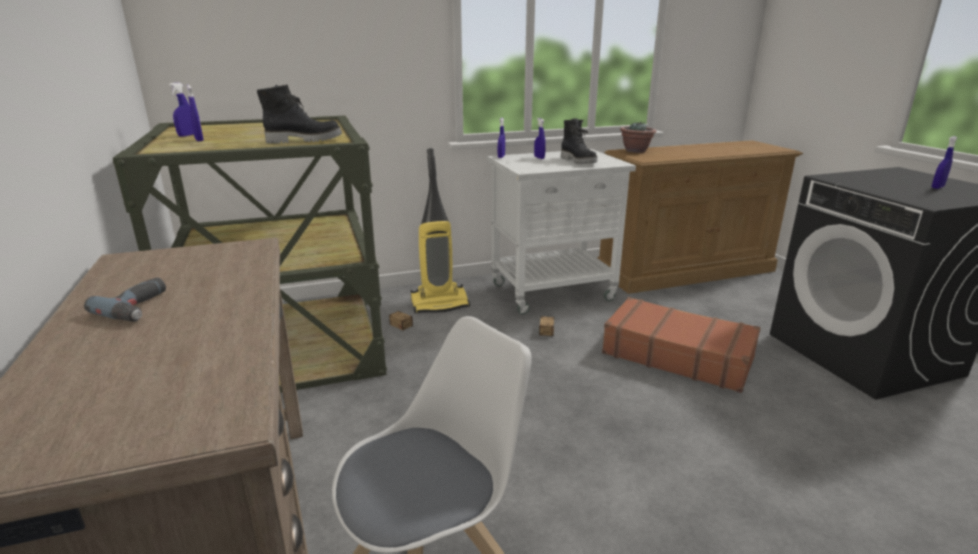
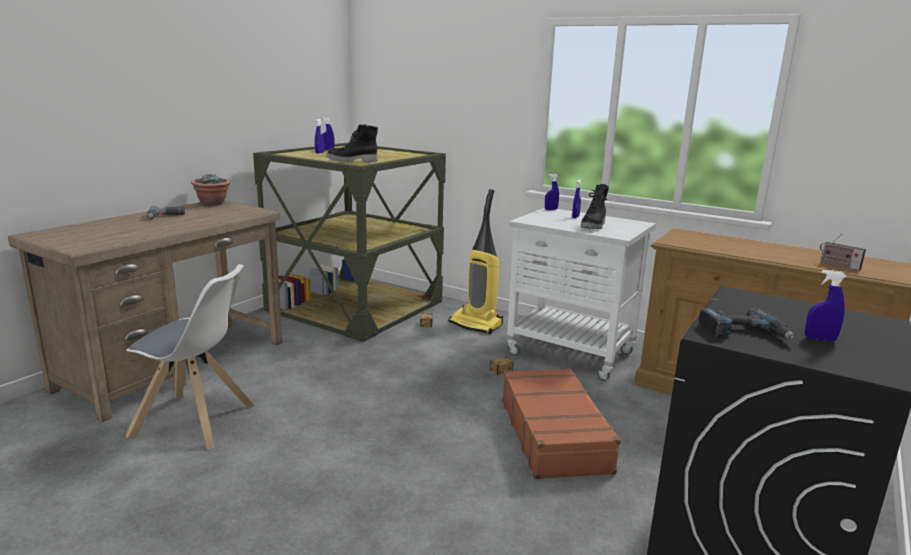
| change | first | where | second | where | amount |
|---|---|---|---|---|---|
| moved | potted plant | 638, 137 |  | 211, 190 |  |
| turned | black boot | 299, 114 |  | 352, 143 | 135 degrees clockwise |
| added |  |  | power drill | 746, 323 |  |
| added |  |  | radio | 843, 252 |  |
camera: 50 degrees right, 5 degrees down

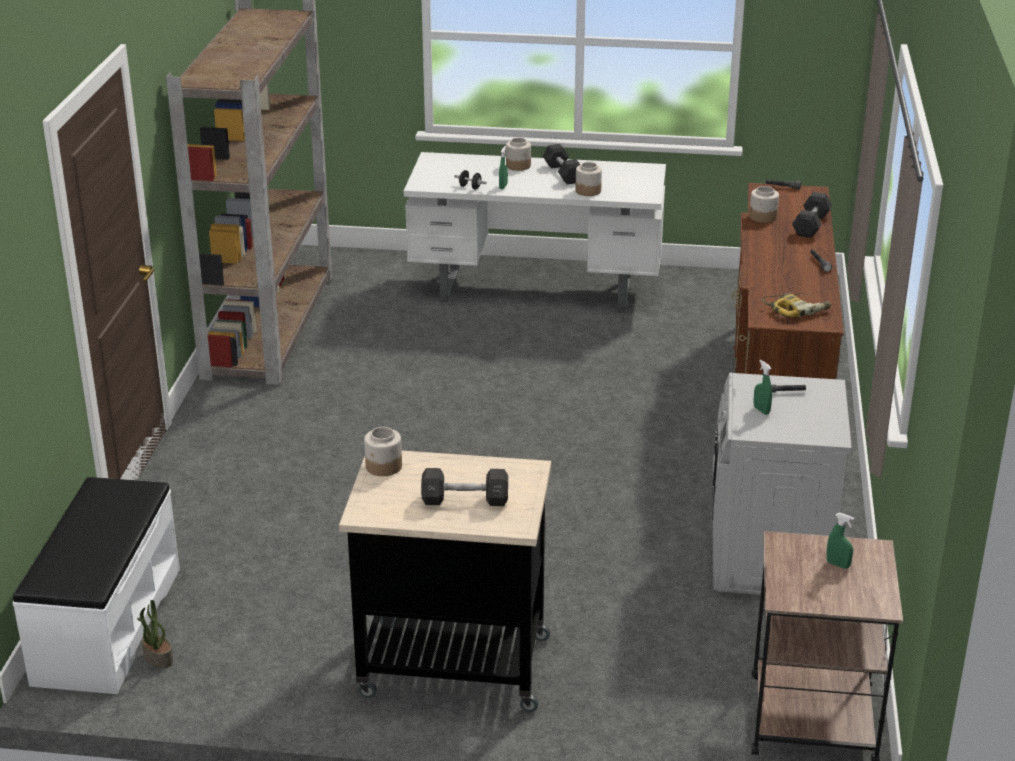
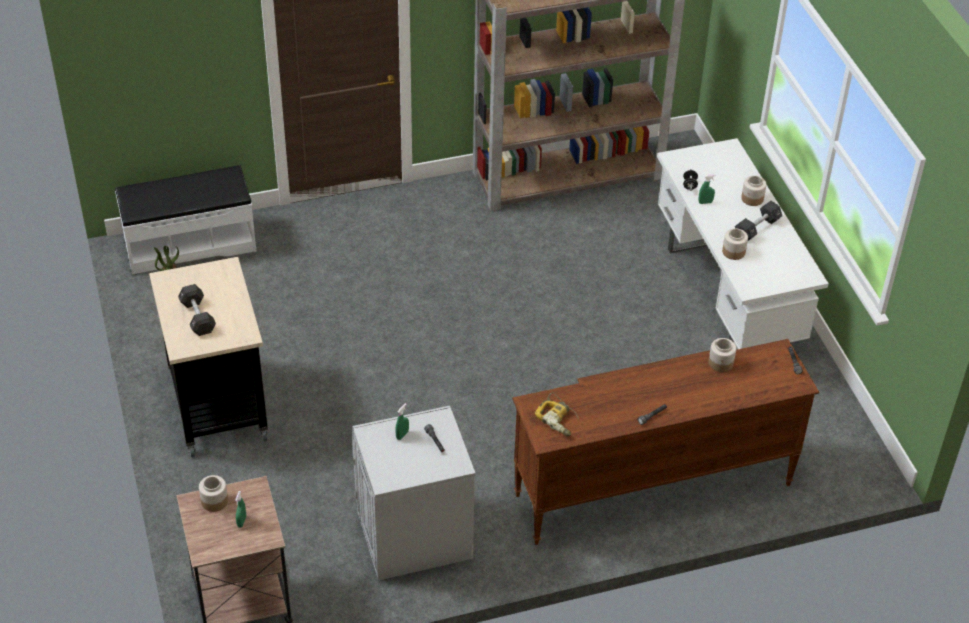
| change | first | where | second | where | amount |
|---|---|---|---|---|---|
| moved | jar | 383, 451 |  | 213, 493 |  |
| removed | black dumbbell | 812, 215 |  |  |  |
camera: 65 degrees right, 15 degrees up

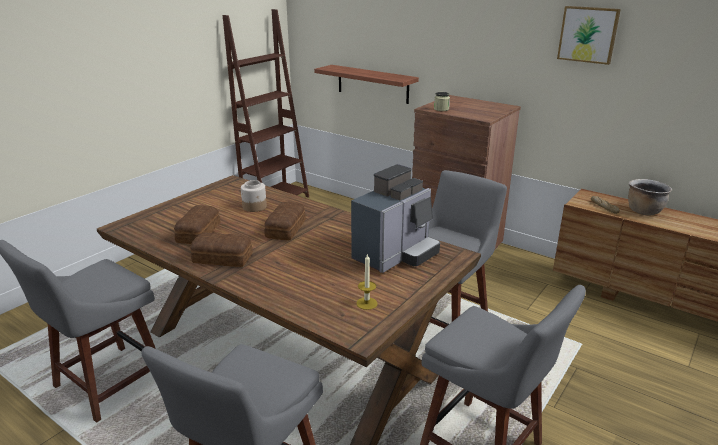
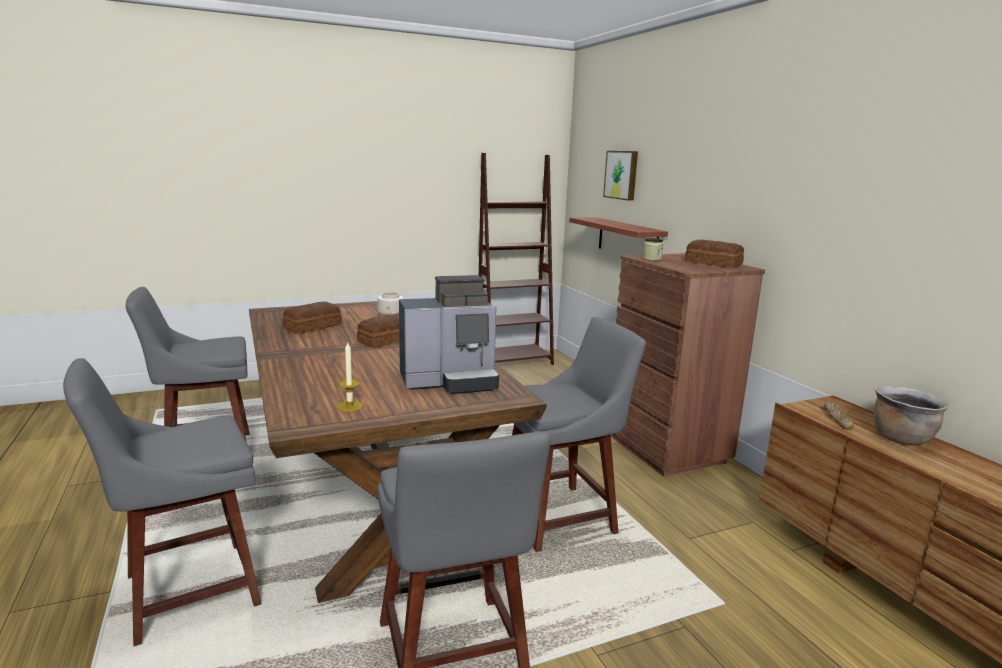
| change | first | where | second | where | amount |
|---|---|---|---|---|---|
| moved | picture | 589, 35 |  | 620, 176 |  |
| moved | bread | 221, 250 |  | 714, 254 |  |
camera: 30 degrees right, 10 degrees down

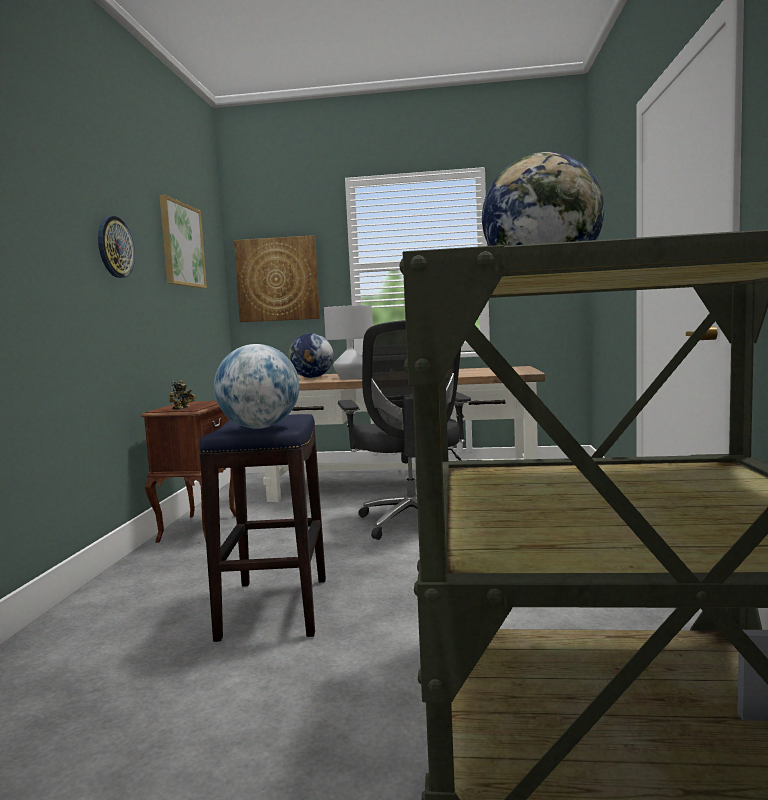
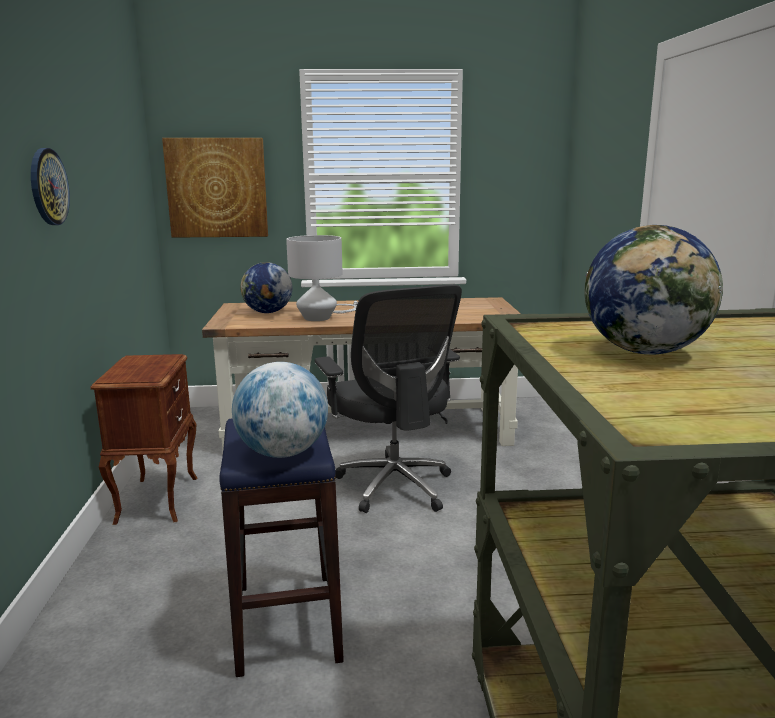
| change | first | where | second | where | amount |
|---|---|---|---|---|---|
| removed | picture | 183, 241 |  |  |  |
| removed | toy robot | 182, 395 |  |  |  |
camera: 10 degrees left, 10 degrees up

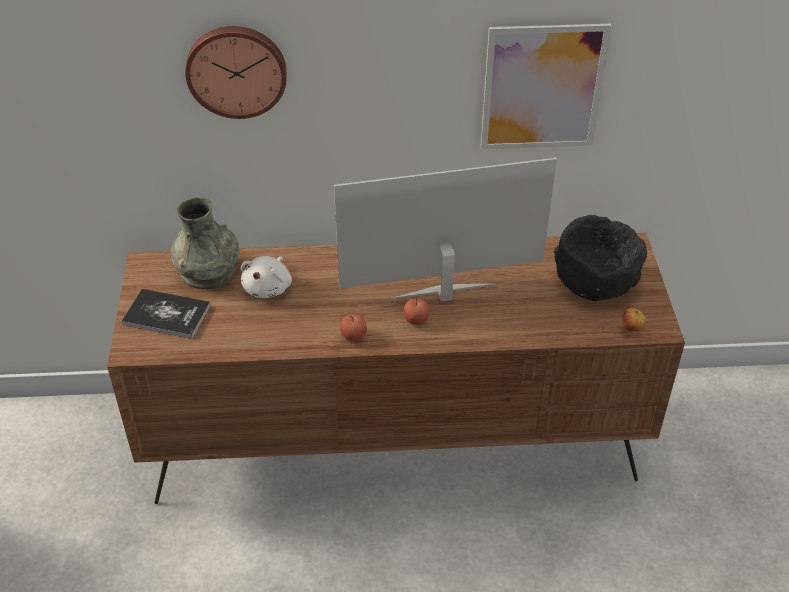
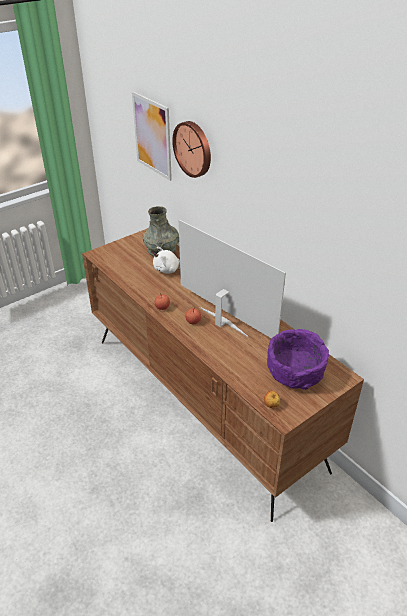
| change | first | where | second | where | amount |
|---|---|---|---|---|---|
| moved | picture | 546, 86 |  | 152, 136 |  |
| recoloured | black bowl | 600, 258 | purple bowl | 298, 359 |  |
| removed | book | 166, 314 |  |  |  |
camera: 55 degrees right, 5 degrees down

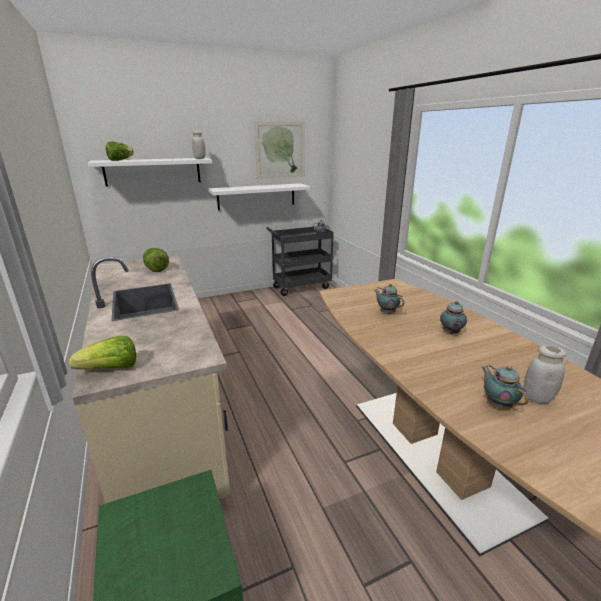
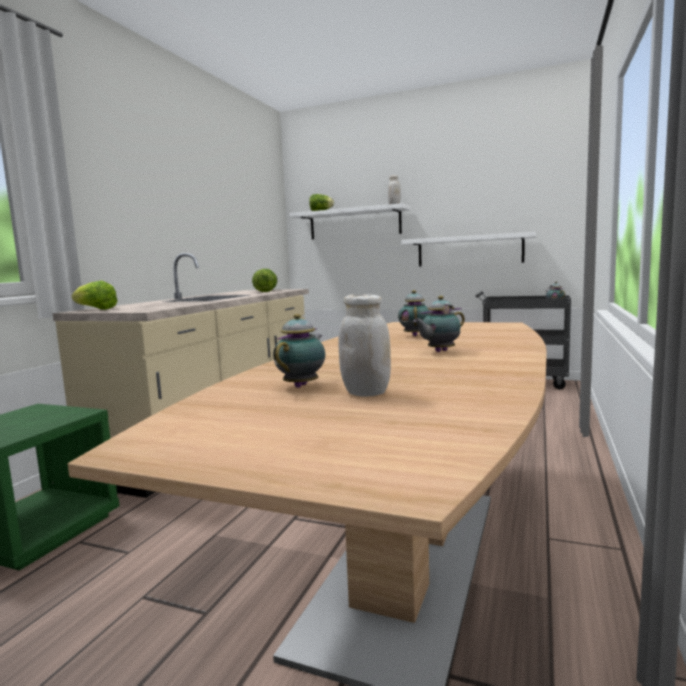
| change | first | where | second | where | amount |
|---|---|---|---|---|---|
| removed | picture | 279, 150 |  |  |  |
camera: 45 degrees right, 15 degrees down

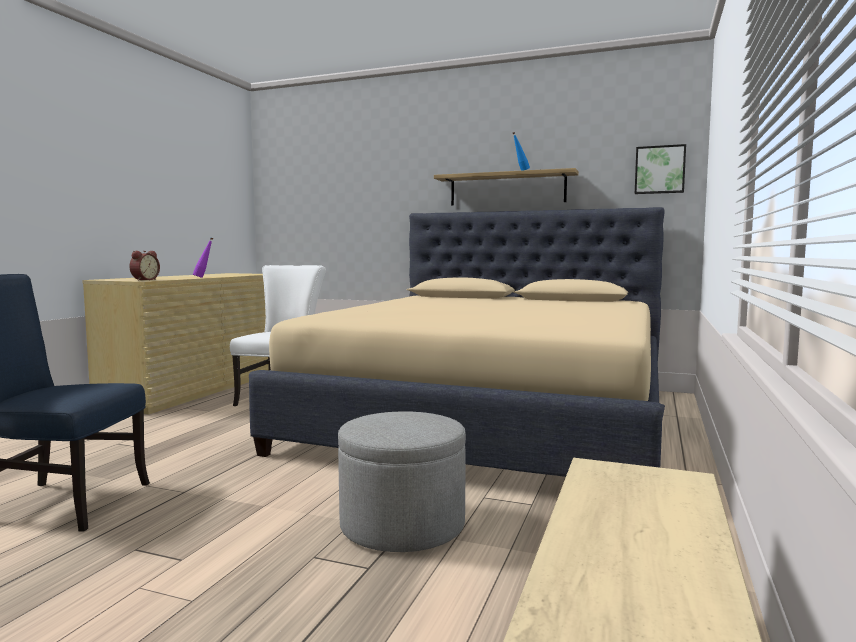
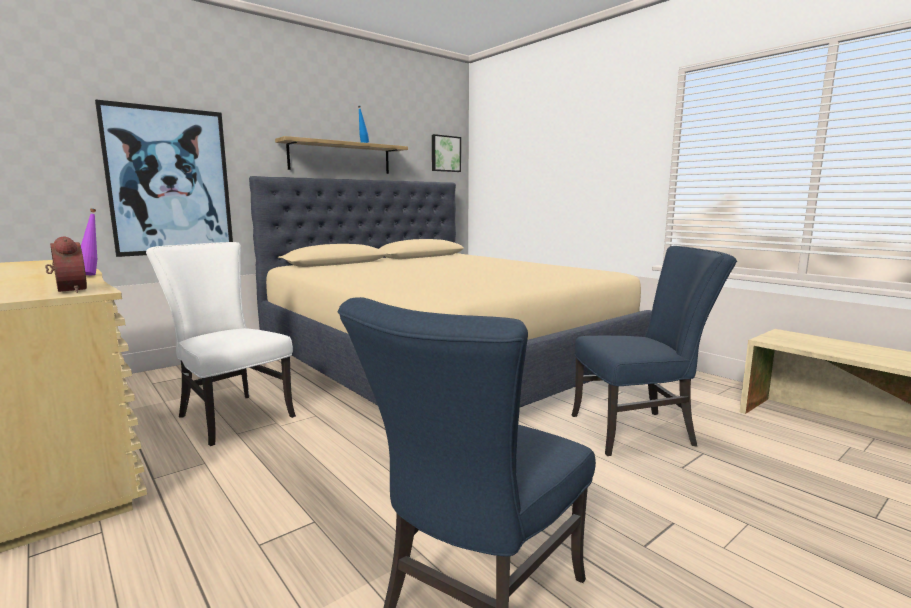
| change | first | where | second | where | amount |
|---|---|---|---|---|---|
| added |  |  | picture | 164, 178 |  |
| replaced | grey ottoman | 402, 481 | blue chair | 654, 351 |  |
camera: 60 degrees left, 5 degrees up

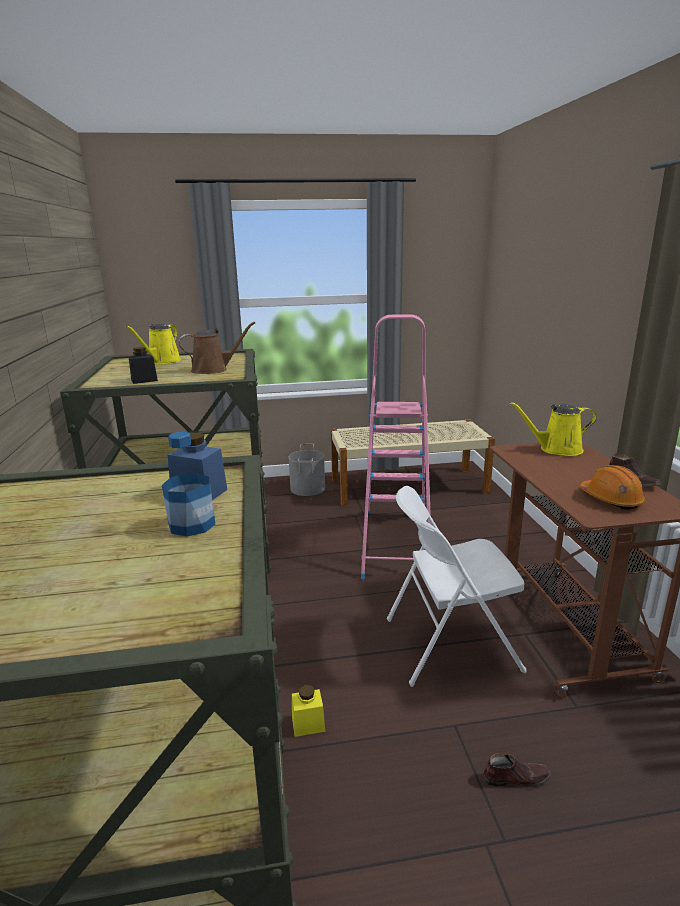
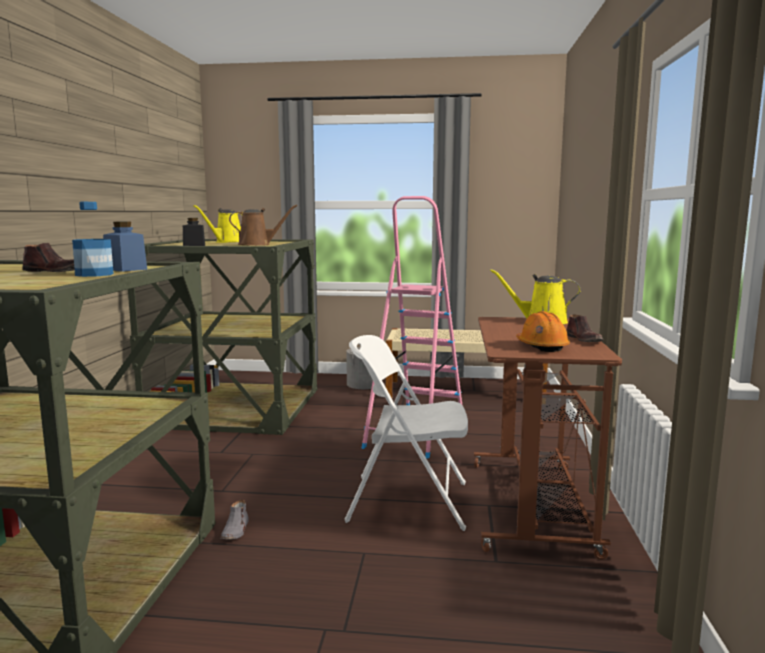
| change | first | where | second | where | amount |
|---|---|---|---|---|---|
| moved | brown shoe | 517, 770 |  | 48, 257 |  |
| replaced | yellow jar | 309, 711 | grey shoe | 234, 520 |  |
camera: 15 degrees right, 10 degrees down

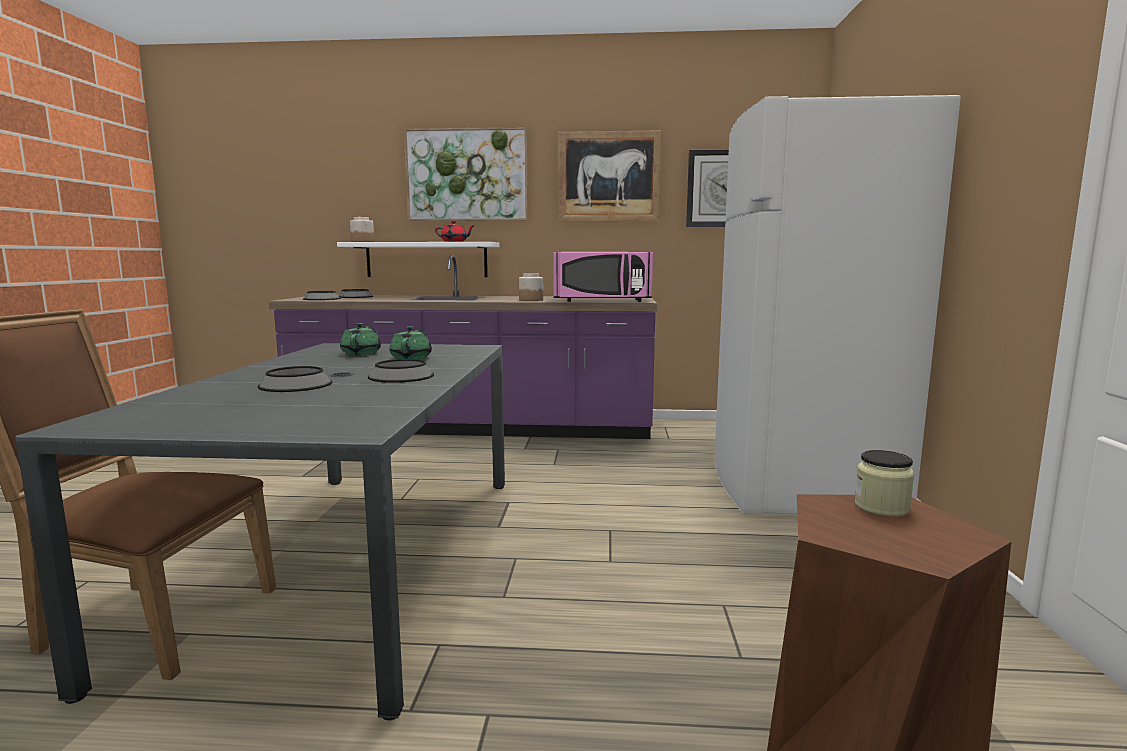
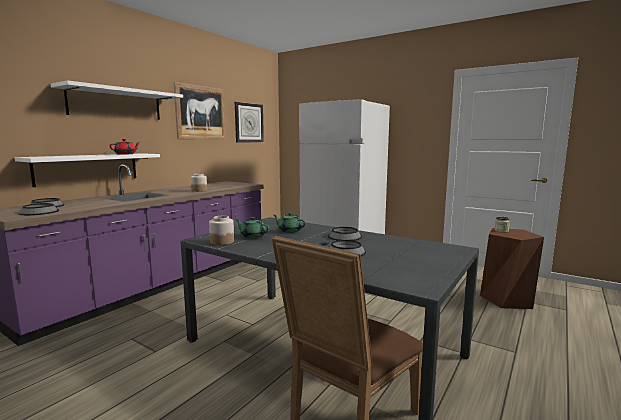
| change | first | where | second | where | amount |
|---|---|---|---|---|---|
| replaced | picture | 466, 174 | white shelf | 117, 100 |  |
| moved | jar | 362, 229 |  | 221, 230 |  |
| removed | pink microwave | 603, 277 |  |  |  |
camera: 60 degrees left, 0 degrees up

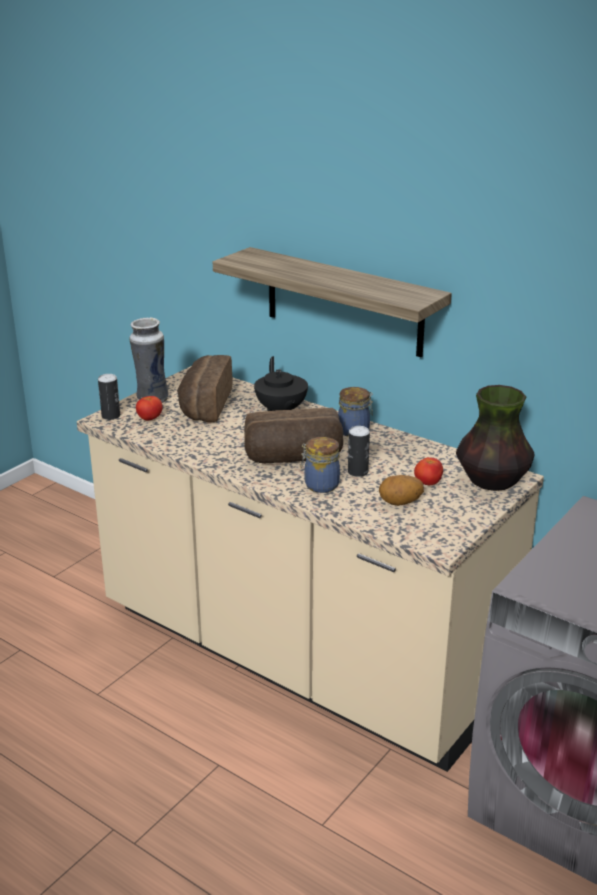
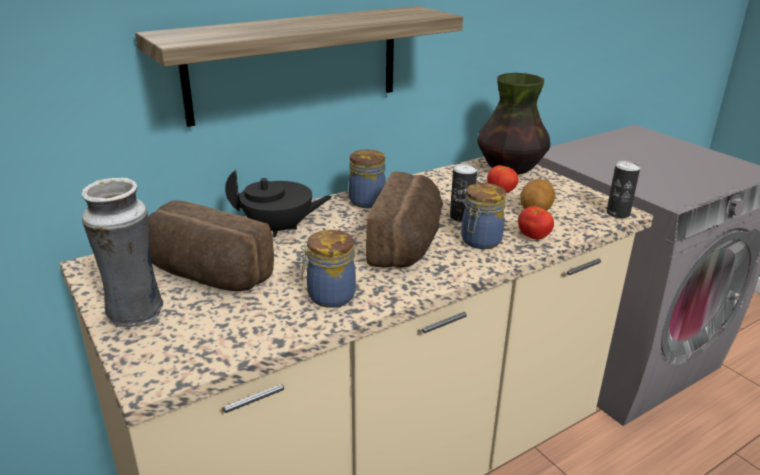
| change | first | where | second | where | amount |
|---|---|---|---|---|---|
| added |  |  | jar | 328, 269 |  |
| moved | tomato | 149, 408 |  | 536, 222 |  |
| moved | can | 109, 397 |  | 623, 189 |  |
camera: 70 degrees left, 0 degrees up

